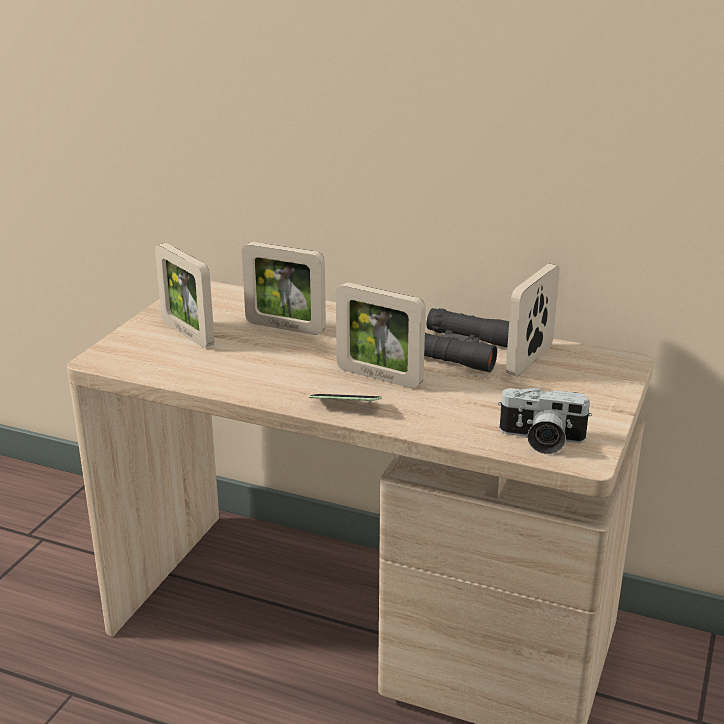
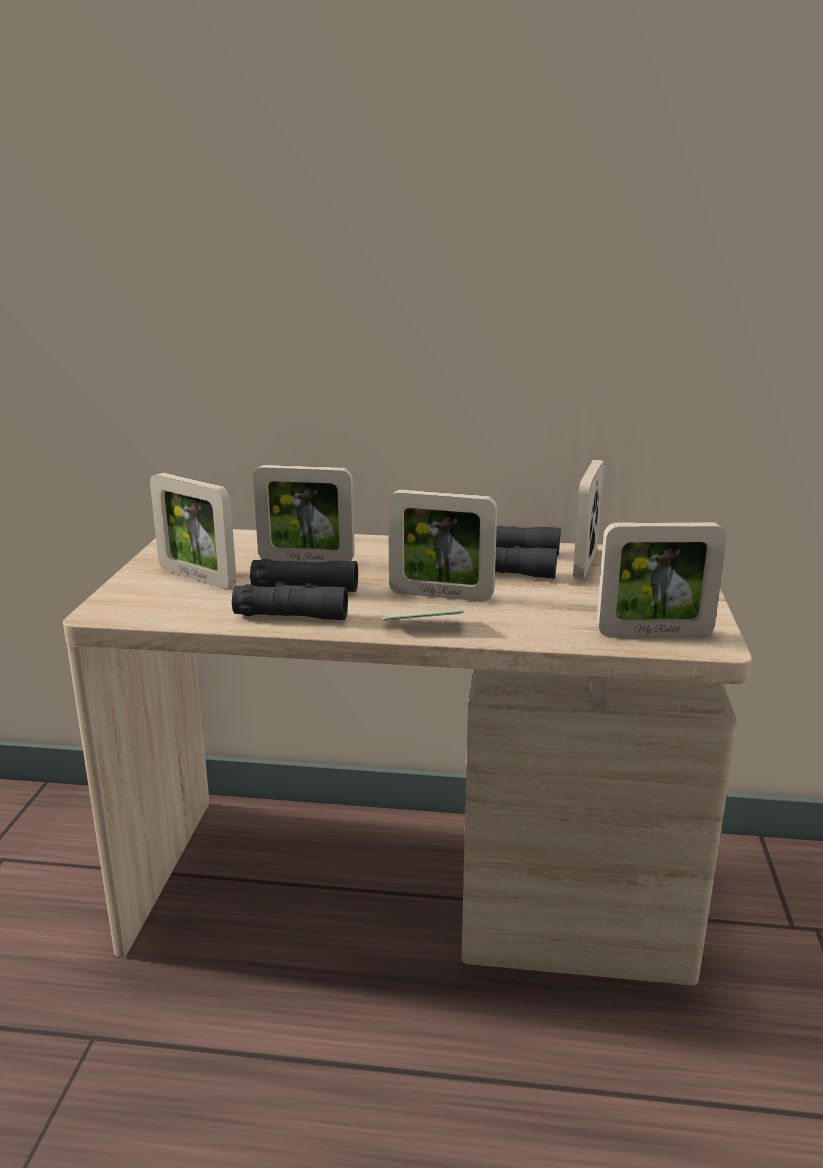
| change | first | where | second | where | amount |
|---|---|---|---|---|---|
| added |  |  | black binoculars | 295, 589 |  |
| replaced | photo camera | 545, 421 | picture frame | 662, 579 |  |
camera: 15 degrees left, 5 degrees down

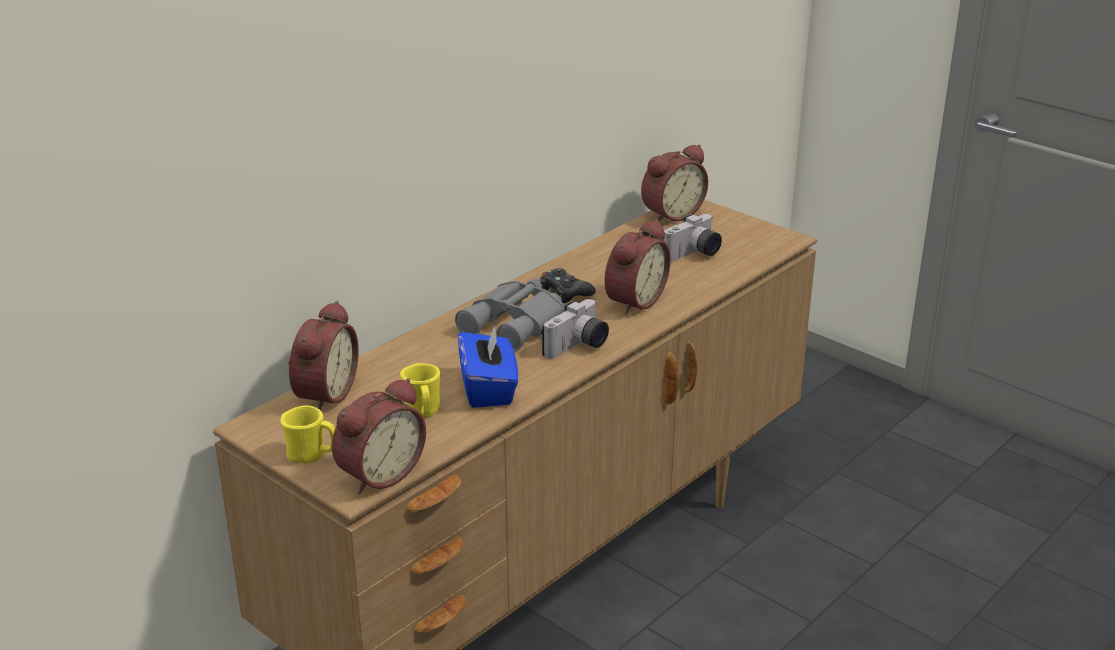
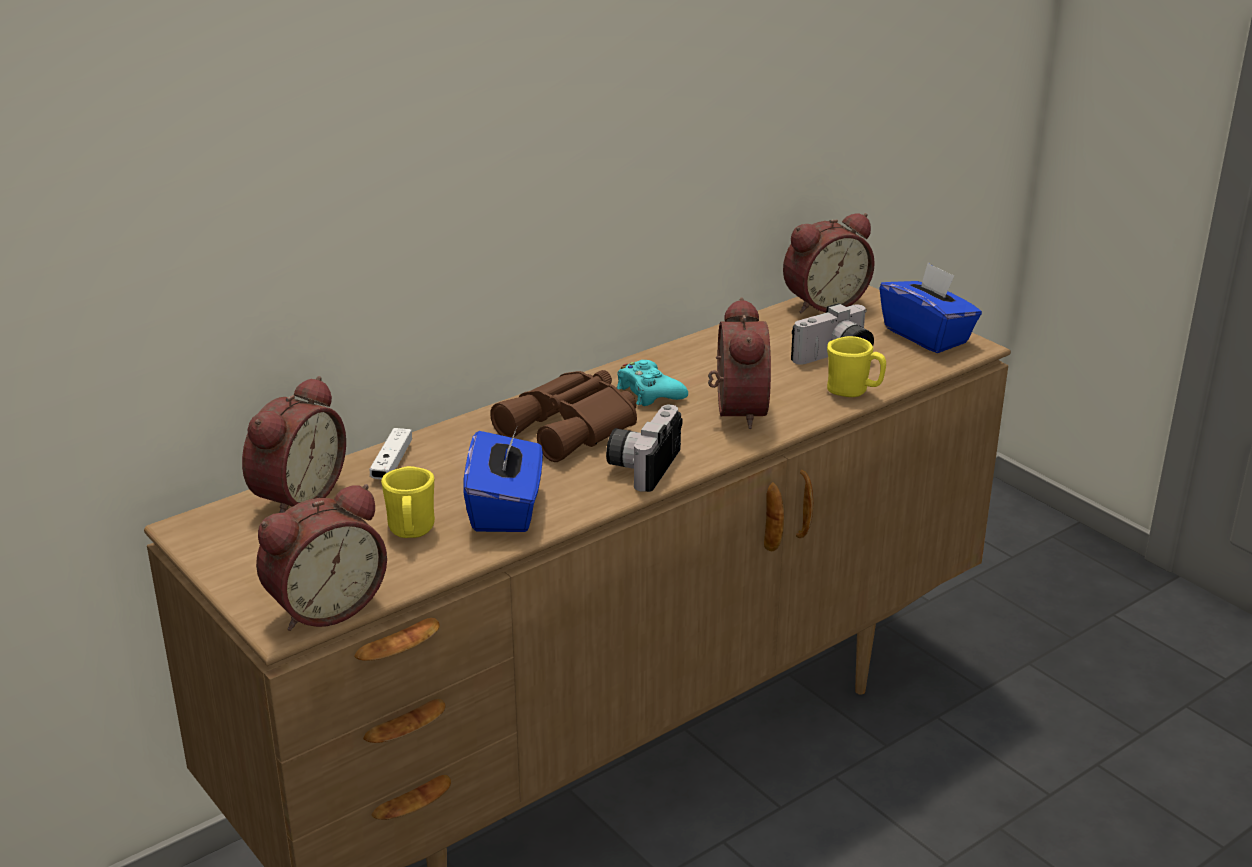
| change | first | where | second | where | amount |
|---|---|---|---|---|---|
| added |  |  | white game controller | 391, 454 |  |
| recoloured | grey binoculars | 510, 315 | brown binoculars | 563, 416 |  |
| turned | photo camera | 575, 329 |  | 644, 448 | 150 degrees clockwise |
| recoloured | black game controller | 567, 285 | turquoise game controller | 652, 383 |  |
| turned | alarm clock | 638, 267 |  | 739, 363 | 45 degrees counterclockwise |
| moved | yellow mug | 308, 434 |  | 856, 366 |  |
| added |  |  | blue tissue box | 930, 307 |  |
camera: 10 degrees right, 0 degrees up

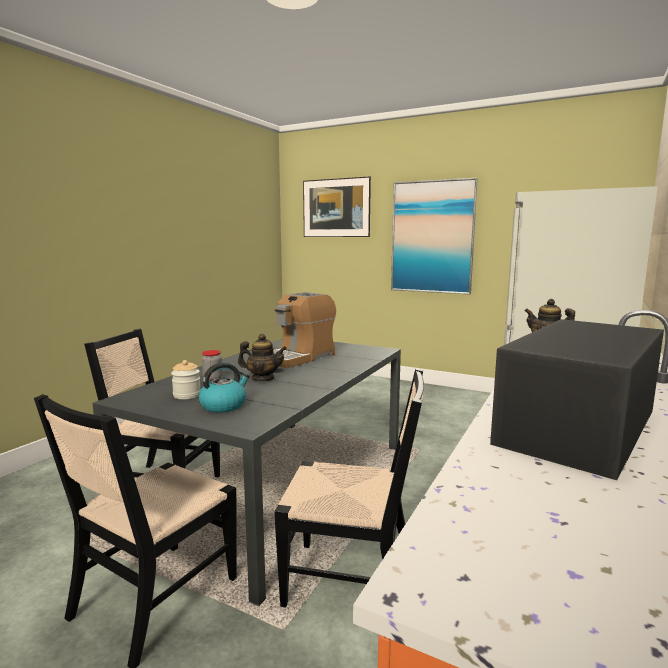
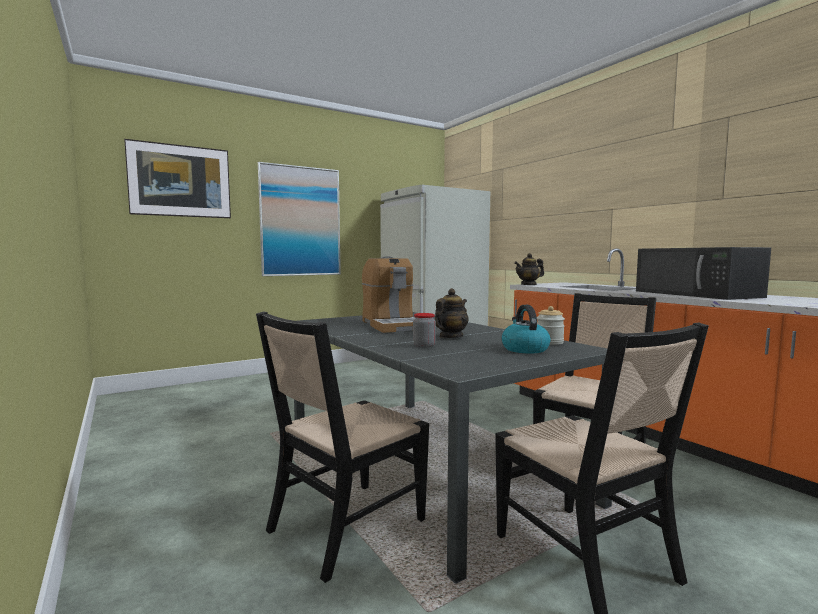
| change | first | where | second | where | amount |
|---|---|---|---|---|---|
| moved | jar | 186, 379 |  | 551, 325 |  |
camera: 60 degrees left, 5 degrees down

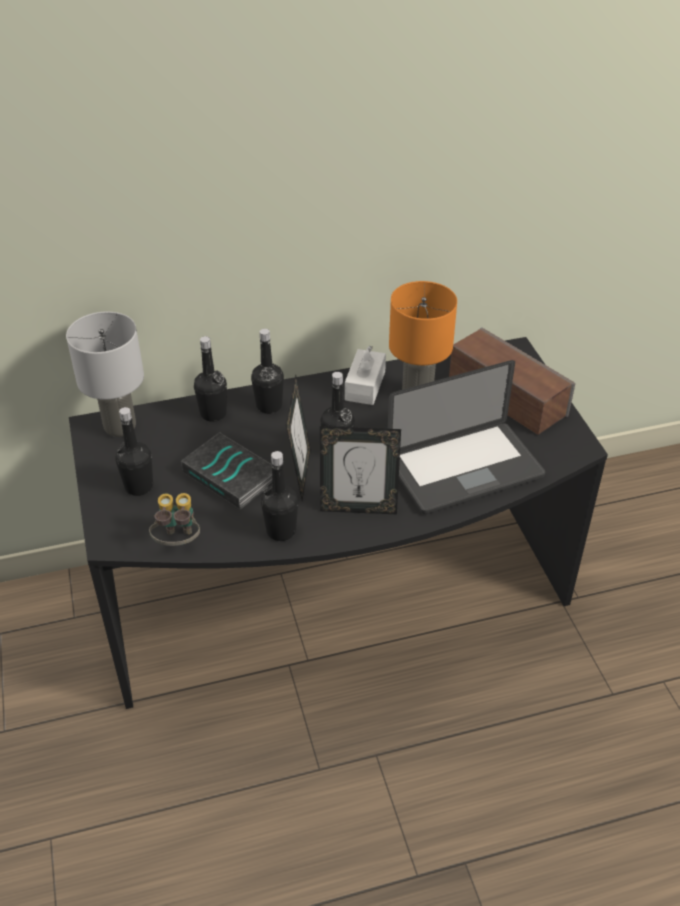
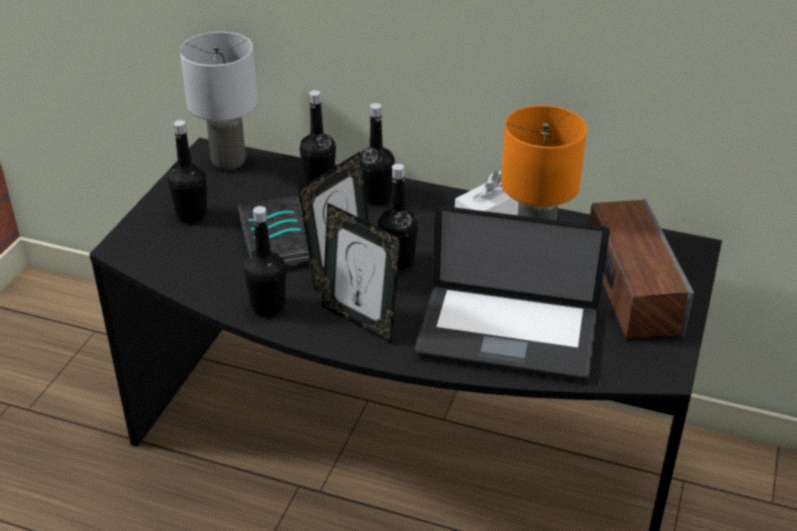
| change | first | where | second | where | amount |
|---|---|---|---|---|---|
| removed | binoculars | 174, 519 |  |  |  |
camera: 35 degrees right, 5 degrees down

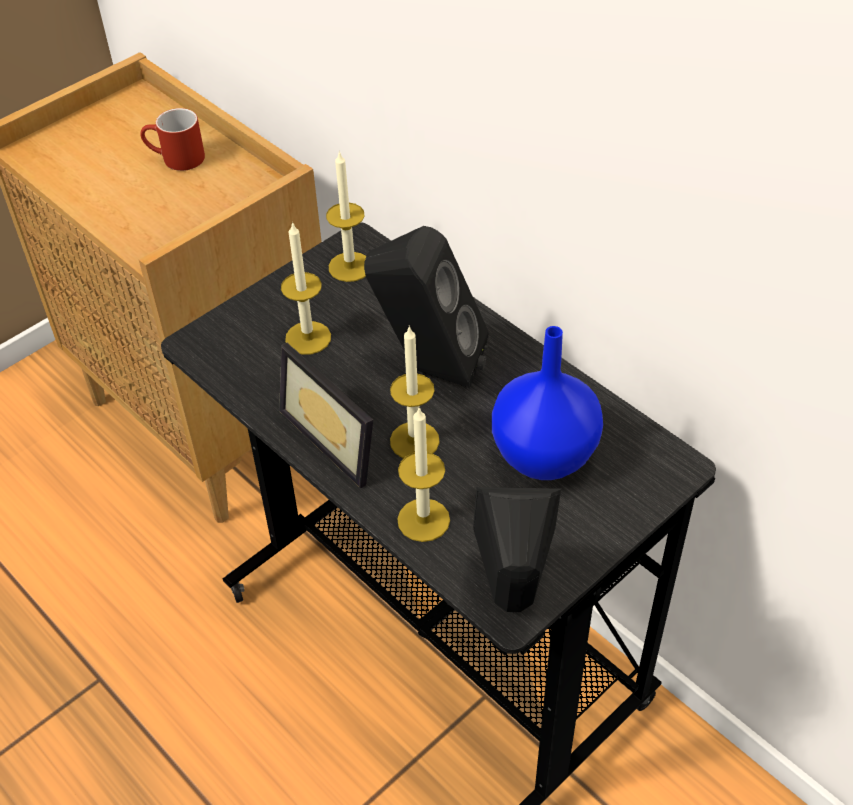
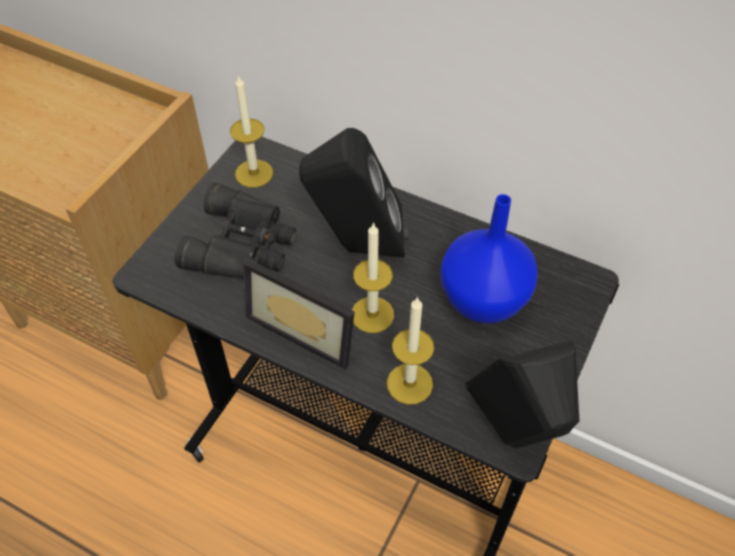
| change | first | where | second | where | amount |
|---|---|---|---|---|---|
| replaced | candle | 306, 288 | black binoculars | 235, 231 |  |
| removed | red mug | 172, 139 |  |  |  |
camera: 20 degrees left, 5 degrees up

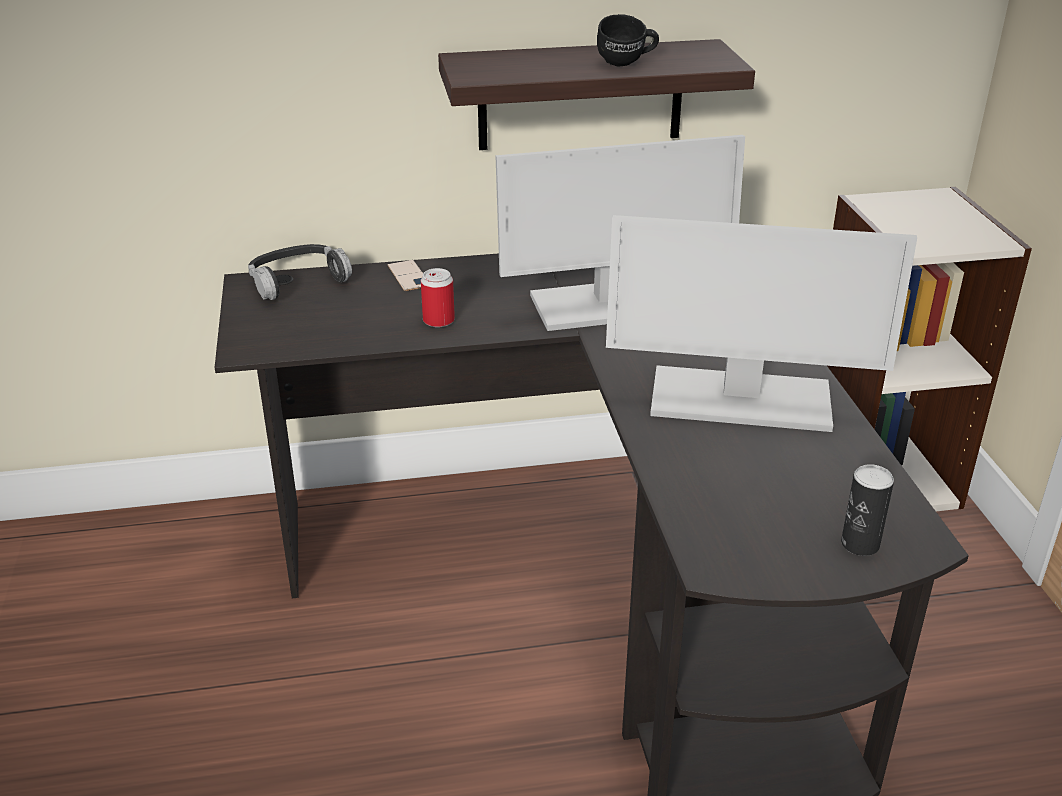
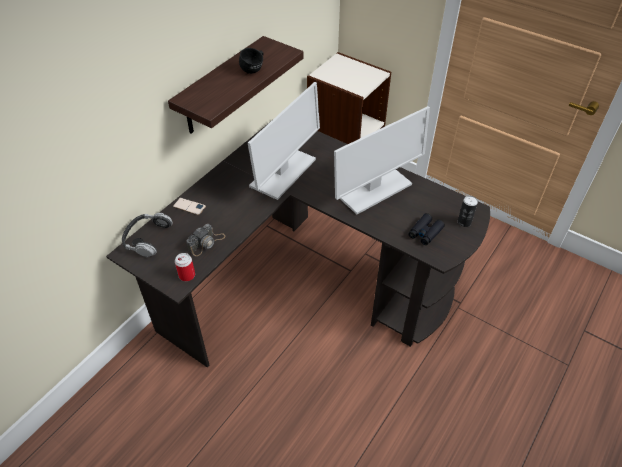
| change | first | where | second | where | amount |
|---|---|---|---|---|---|
| moved | can | 438, 297 |  | 185, 267 |  |
| added |  |  | photo camera | 206, 240 |  |
| added |  |  | black binoculars | 426, 229 |  |
camera: 45 degrees left, 15 degrees up

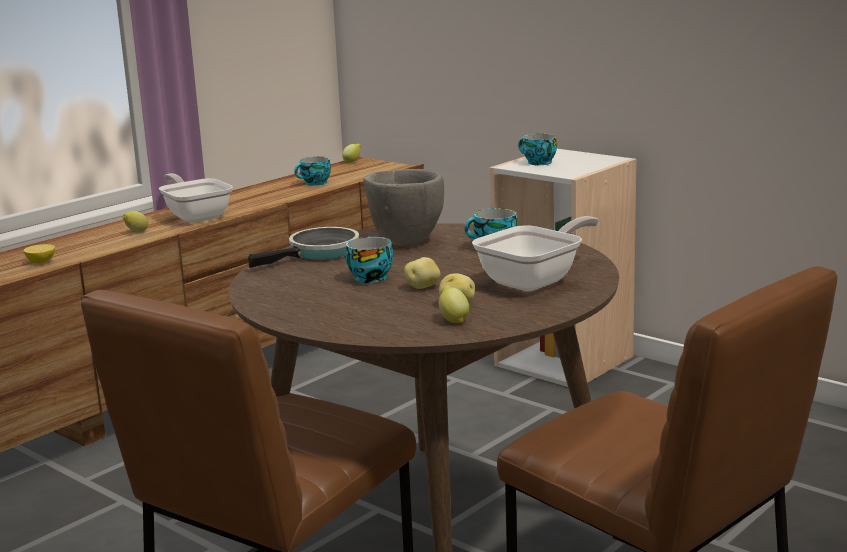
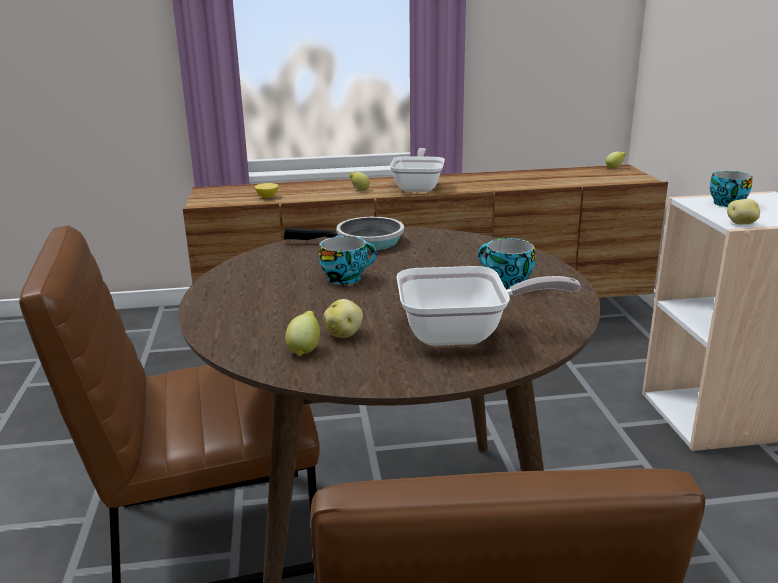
| change | first | where | second | where | amount |
|---|---|---|---|---|---|
| moved | potato | 422, 273 |  | 743, 211 |  |
| removed | cup | 312, 171 |  |  |  |
| removed | grey bowl | 404, 207 |  |  |  |
camera: 40 degrees right, 5 degrees up

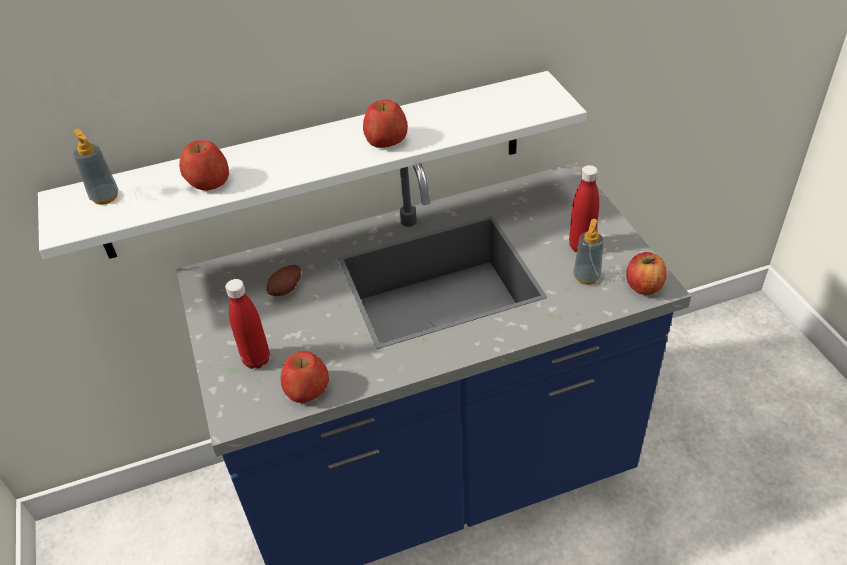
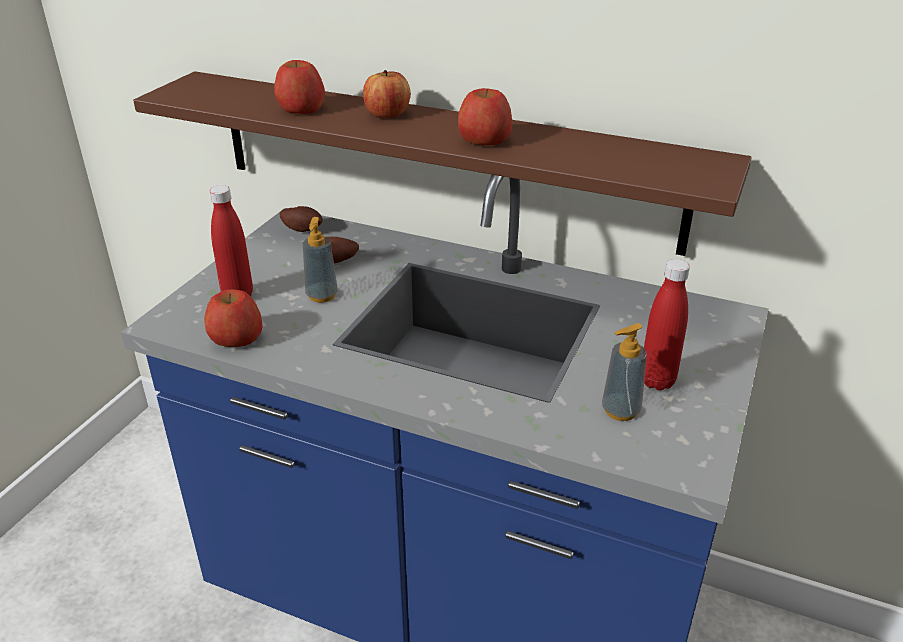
| change | first | where | second | where | amount |
|---|---|---|---|---|---|
| recoloured | white shelf | 312, 165 | brown shelf | 442, 163 |  |
| added |  |  | potato | 301, 219 |  |
| moved | soap dispenser | 96, 167 |  | 320, 260 |  |
| moved | apple | 646, 273 |  | 387, 94 |  |
camera: 40 degrees right, 10 degrees down

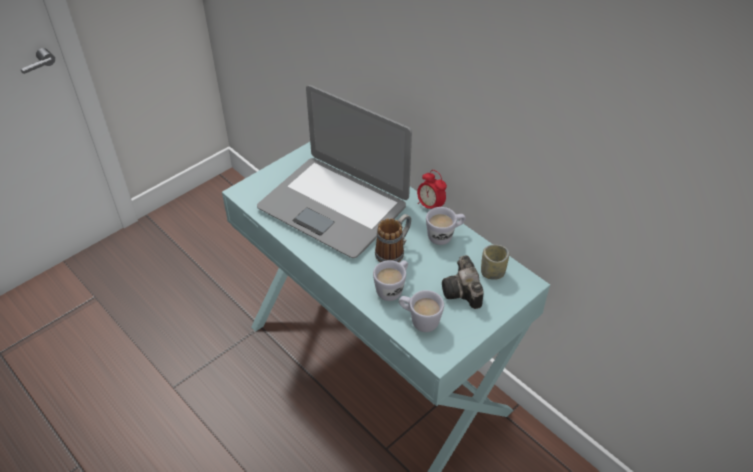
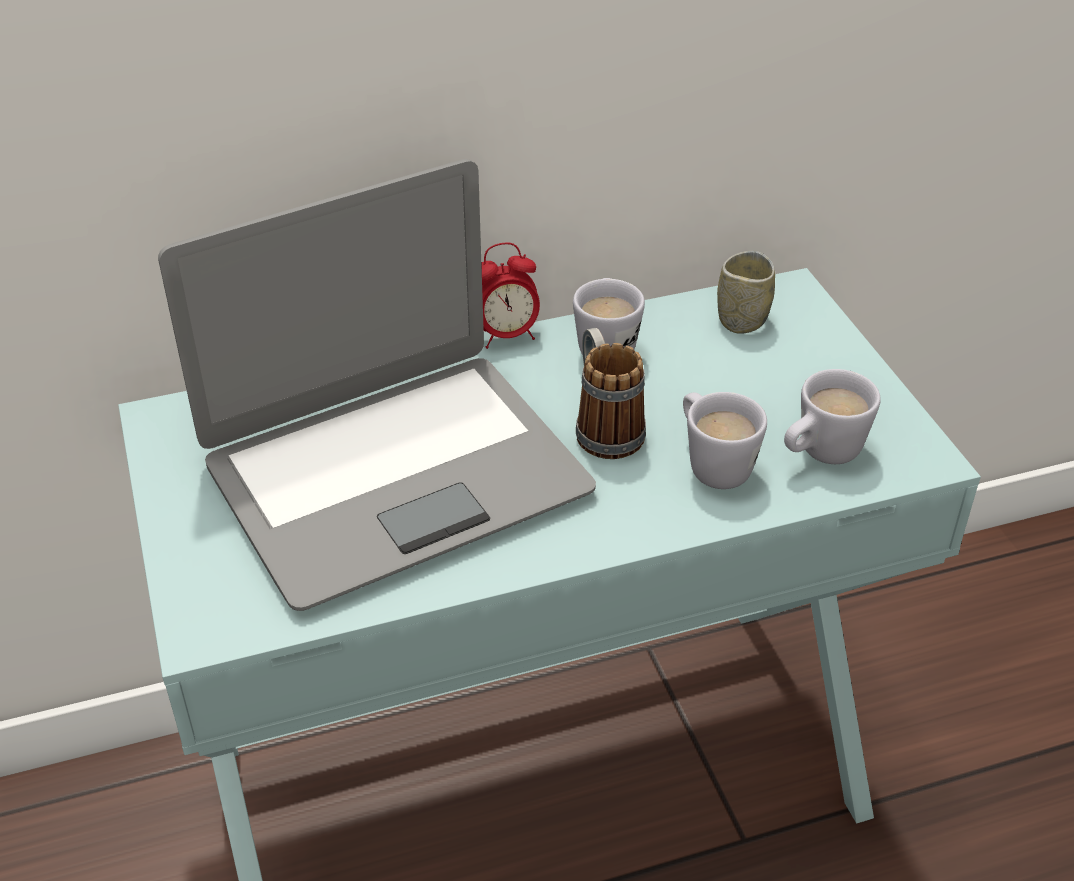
| change | first | where | second | where | amount |
|---|---|---|---|---|---|
| removed | photo camera | 463, 282 |  |  |  |
camera: 65 degrees left, 5 degrees down

